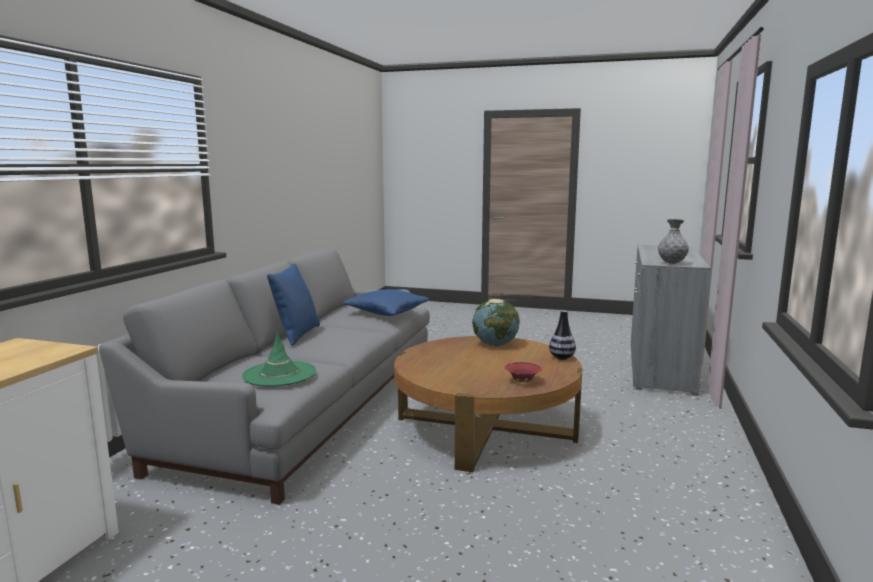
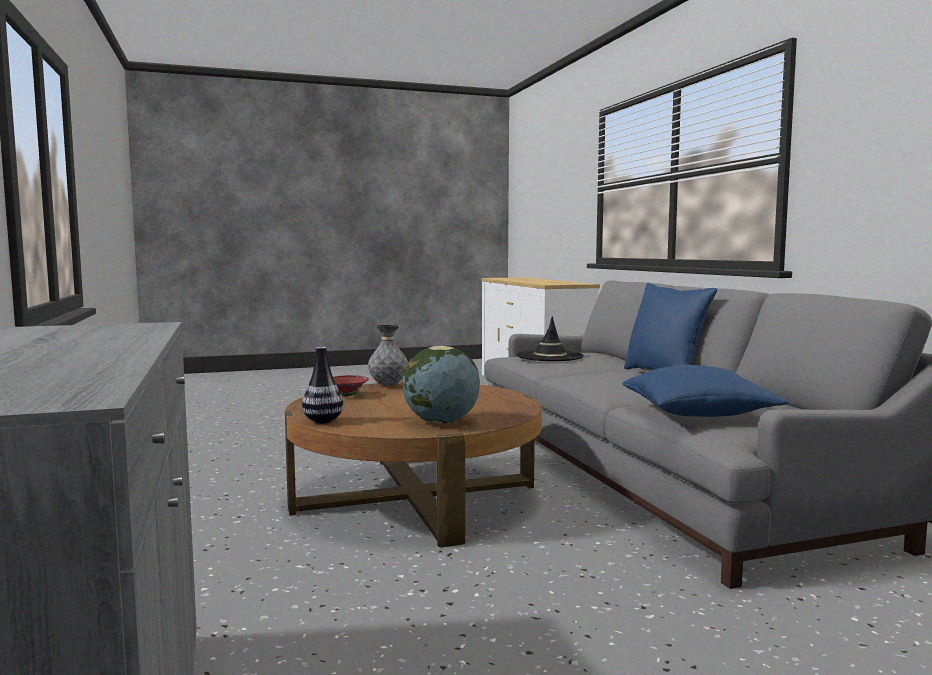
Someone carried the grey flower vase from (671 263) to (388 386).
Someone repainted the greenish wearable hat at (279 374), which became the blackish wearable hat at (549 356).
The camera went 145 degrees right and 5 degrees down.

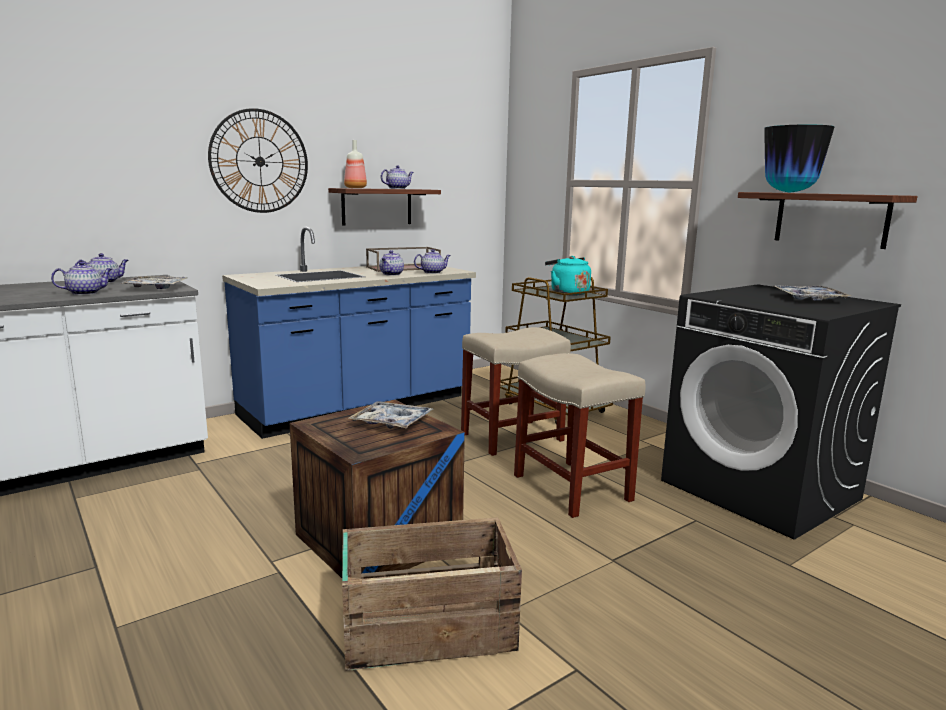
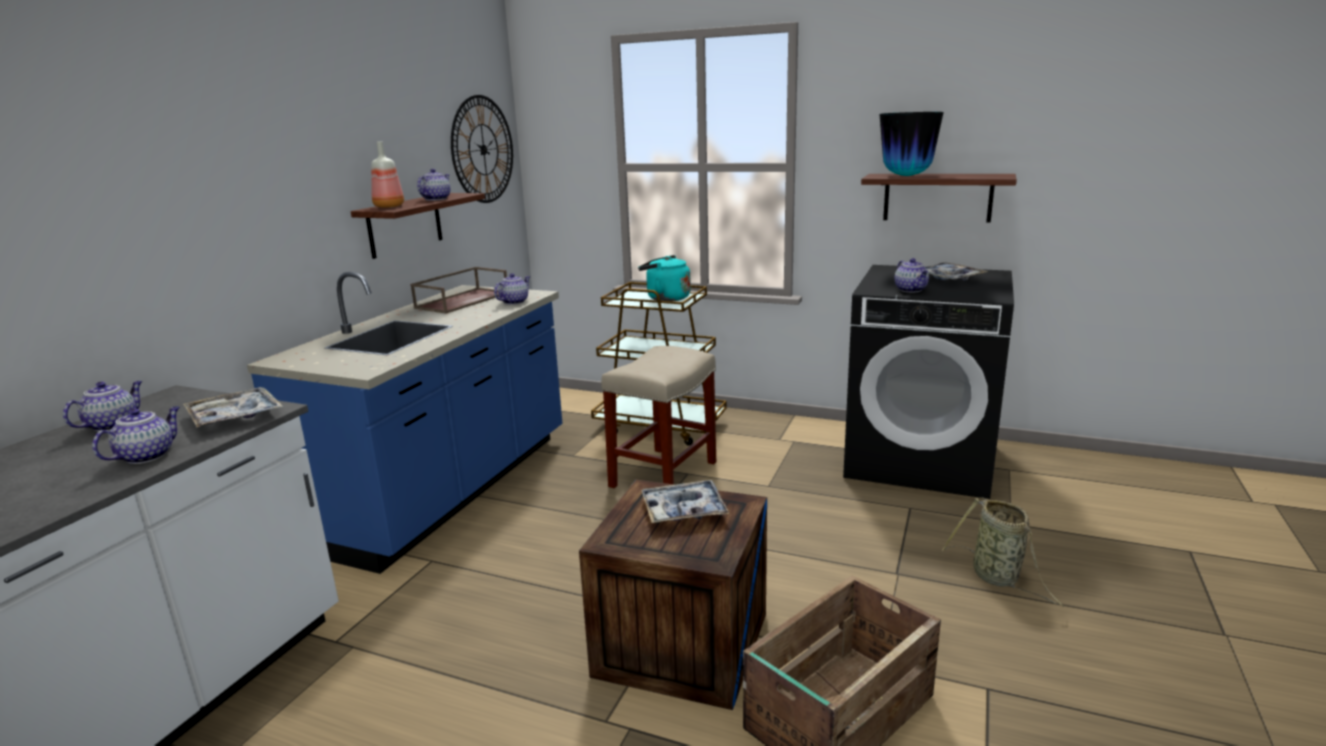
Someone took away the beige-coloured sitting stool at (573 488).
Someone put down the household basket at (998 578).
Someone carried the clock on the wall from (259 161) to (483 149).
Someone carried the tea pot from (391 274) to (911 290).
The camera went 30 degrees left and 5 degrees up.

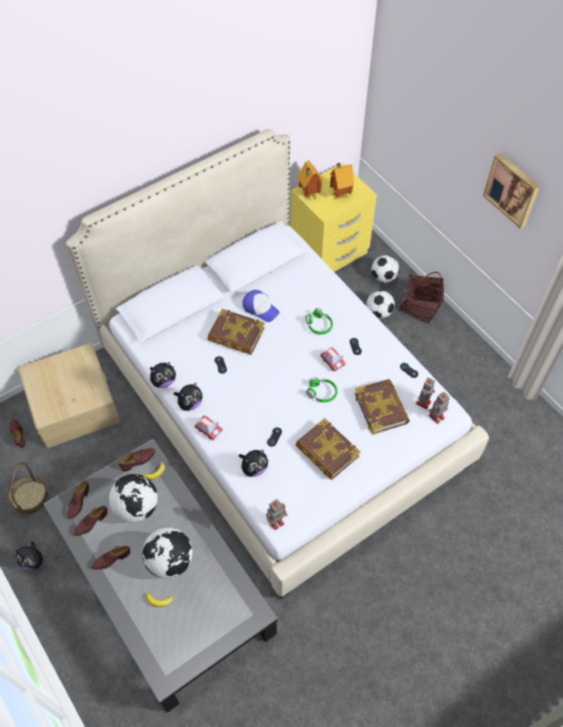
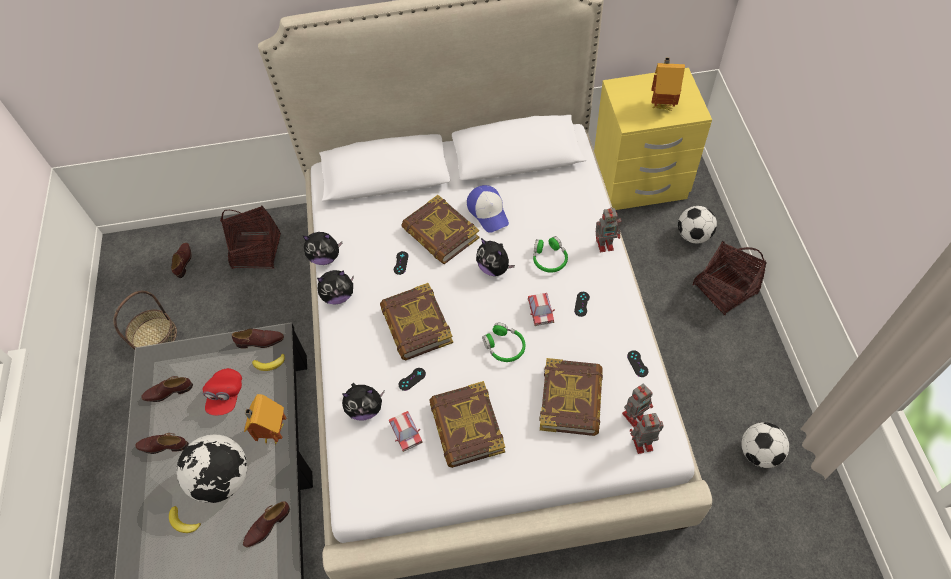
Someone took away the wall picture at (512 190).
Someone put down the bound book at (416 325).
Someone carried the cuddly toy from (33 561) to (494 268).
Someone carried the brown-coloured item of footwear from (78 502) to (267 526).
Someone carried the toy car from (208 430) to (406 433).
Someone carried the model robot from (276 521) to (606 244).
Someone carried the model house from (309 195) to (271 433).
Someone carried the football ball from (379 312) to (759 453).
Someone swapped the beige-coloured storage container at (73 404) for the household basket at (256 251).
Someone swapped the world globe at (137 507) for the reddish cap at (226 396).
The camera went 30 degrees right and 0 degrees up.

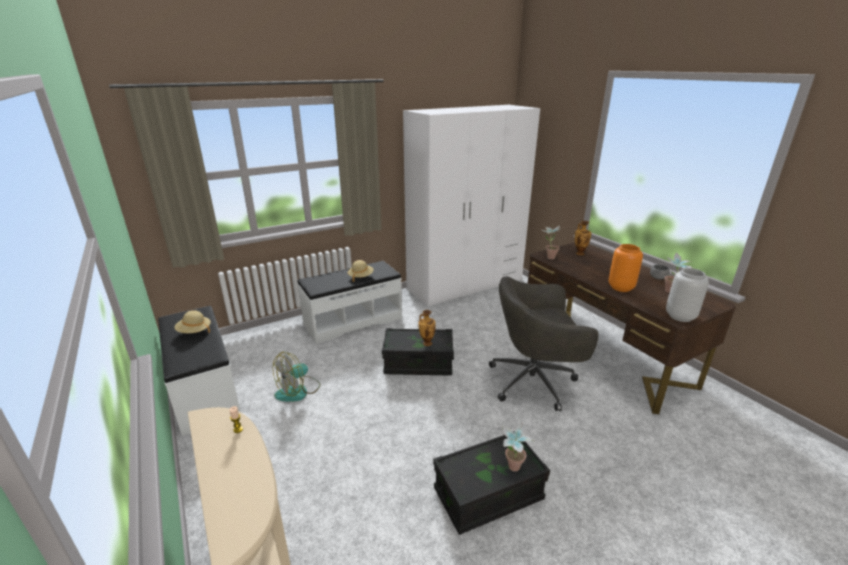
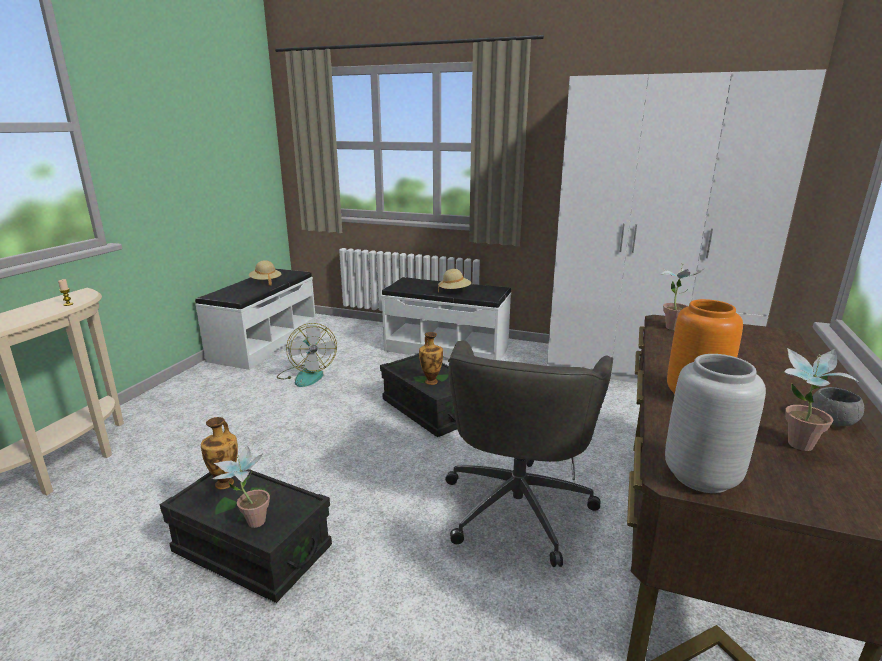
Someone carried the flower vase from (579 253) to (226 483).
Someone rotated the electric fan at (298 391) by 120 degrees counterclockwise.
Someone rotated the grey desk chair at (534 381) by 120 degrees counterclockwise.
The camera went 50 degrees right and 5 degrees down.

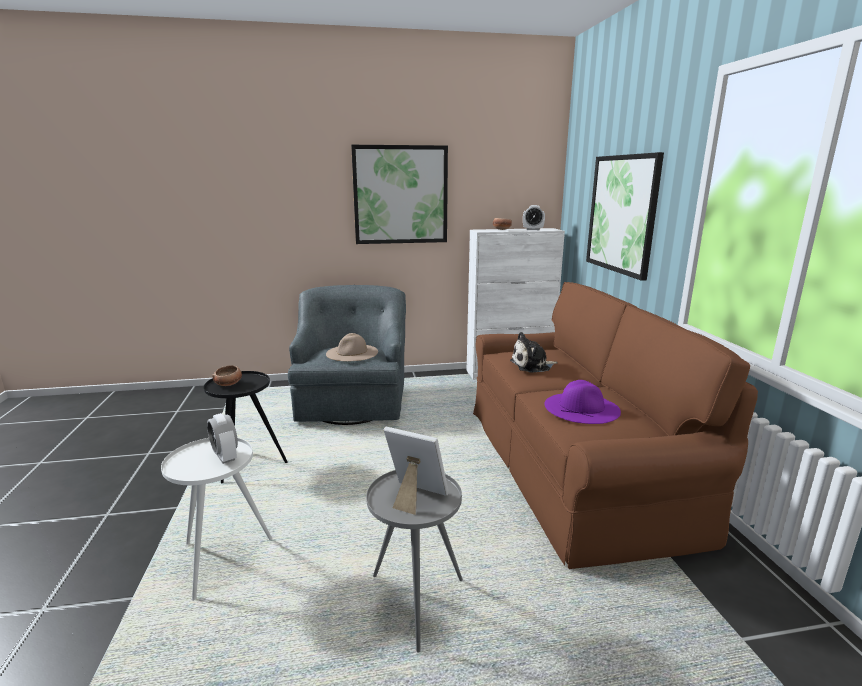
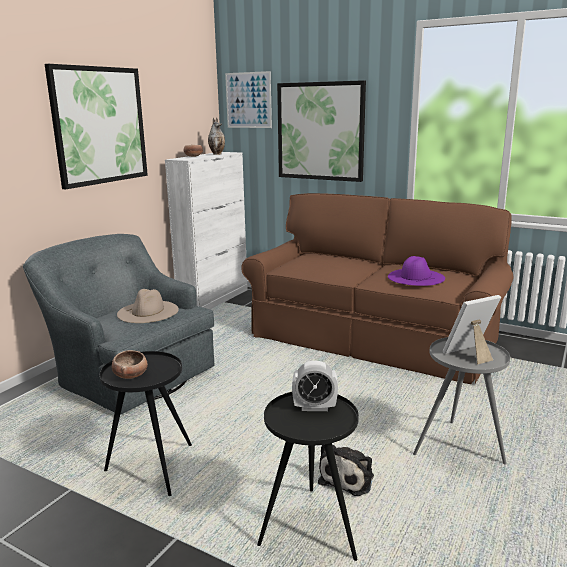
Someone put up the wall picture at (248 100).
Someone carried the cuddly toy from (532 366) to (348 477).
Someone swapped the table clock at (533 229) for the flower vase at (217 154).
Someone repainted the white-coloured end table at (224 559), which became the blackish end table at (311 526).
The camera went 50 degrees left and 0 degrees up.

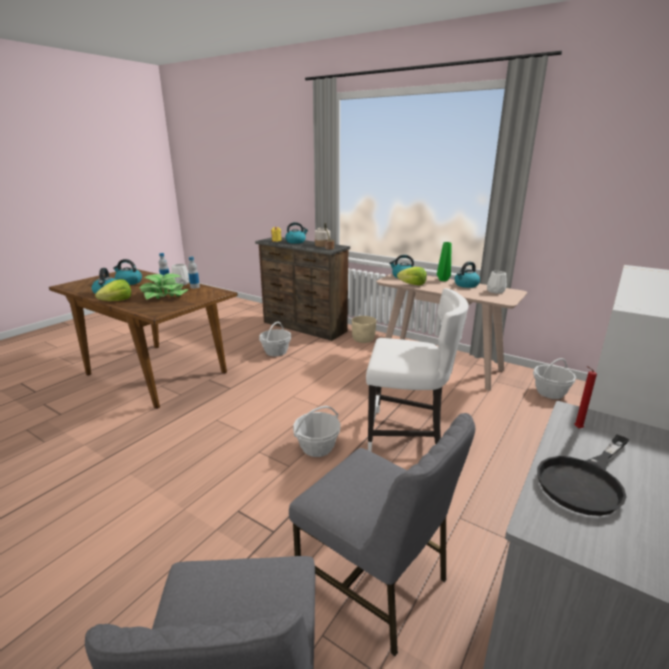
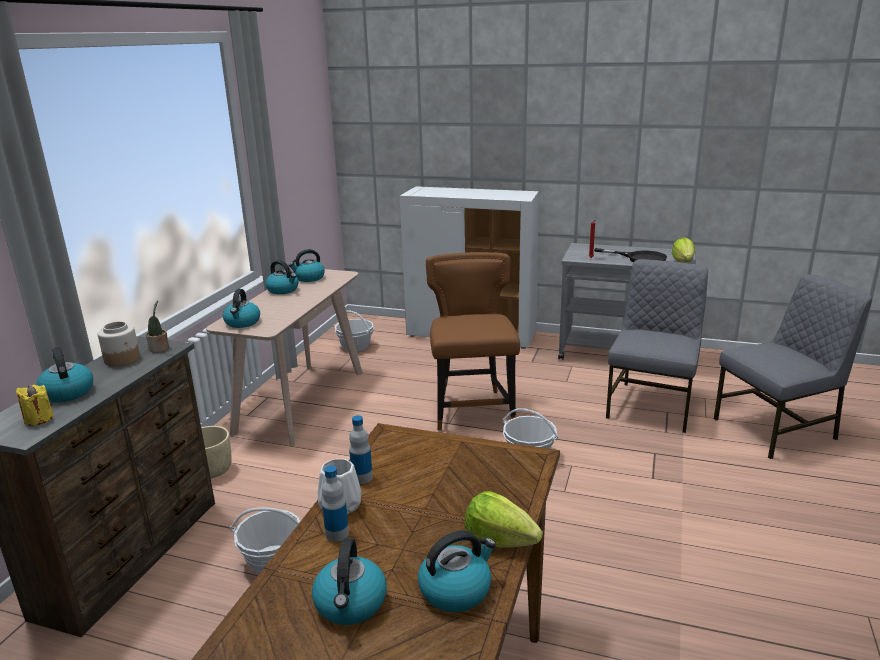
Someone took away the houseplant at (164 295).
Someone took away the greenish flower vase at (444 280).
Someone carried the head of lettuce from (412 284) to (683 262).
Someone swapped the white-coloured flower vase at (495 291) for the kettle at (309 278).
Someone repainted the white-coloured upright chair at (407 434), which became the brown-coloured upright chair at (473 409).
The camera went 105 degrees left and 0 degrees up.

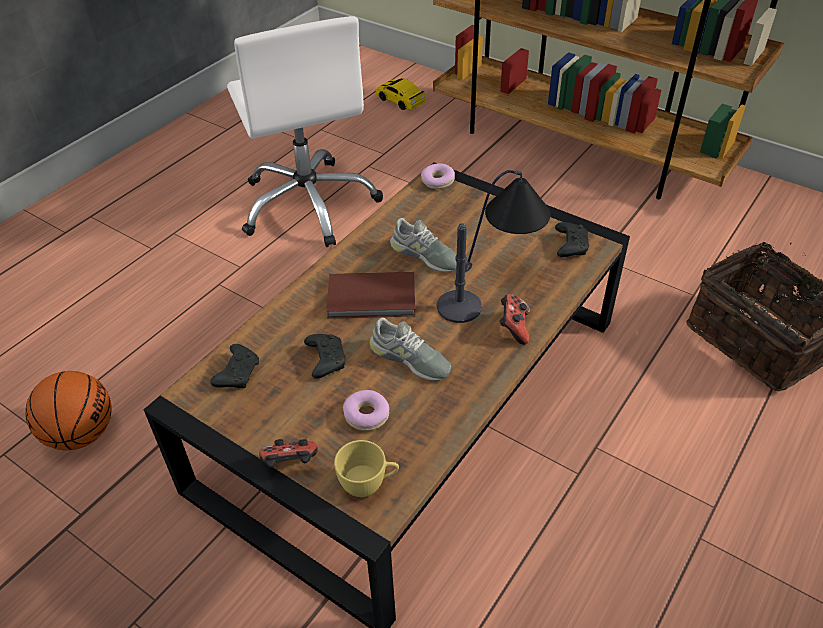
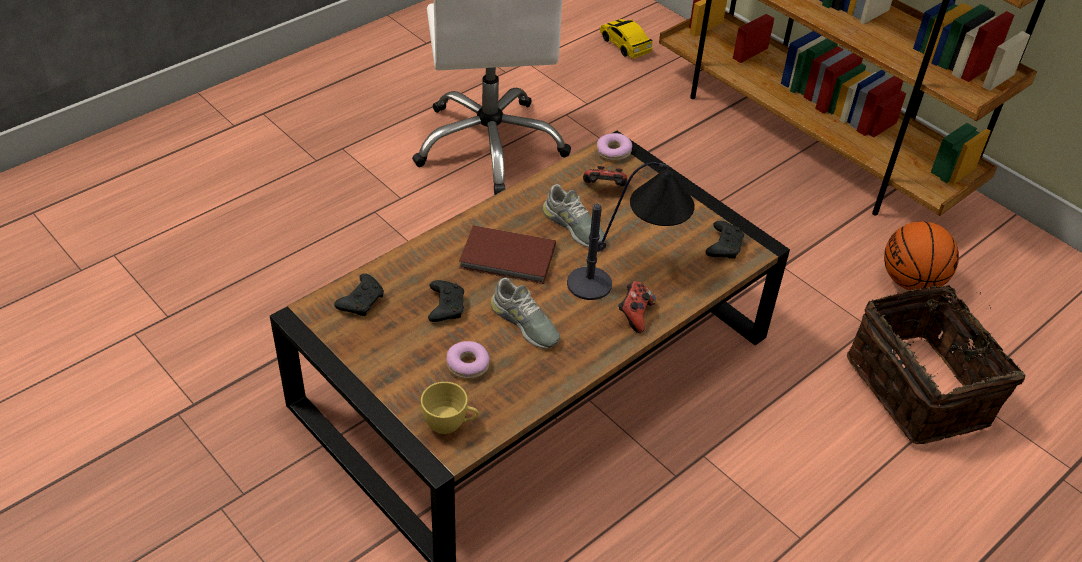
Someone carried the basketball from (81 434) to (911 281).
Someone carried the joypad from (290 464) to (604 189).
The camera went 10 degrees right and 0 degrees up.

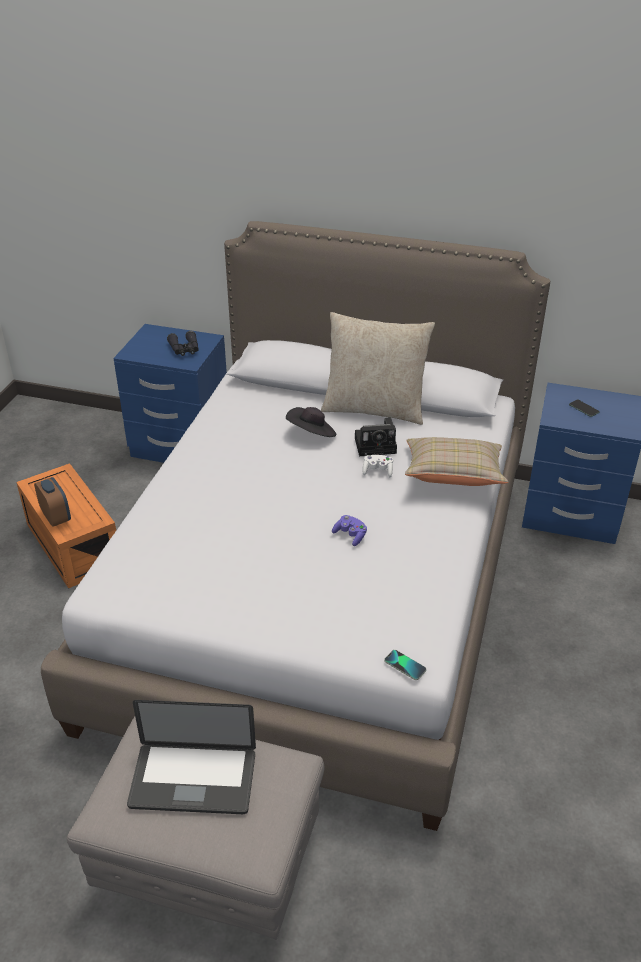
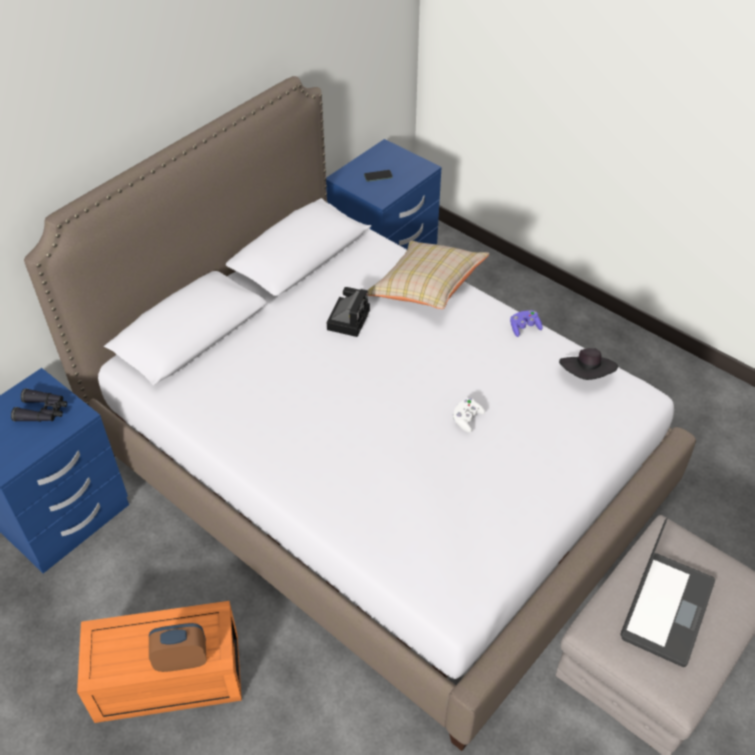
Someone took away the beige-coloured pillow at (374 409).
Someone took away the phone at (405 665).
Someone carried the blackish wearable hat from (312 434) to (586 375).
Someone carried the purplish joypad from (350 535) to (524 328).
Someone carried the white-coloured joypad from (377 471) to (467 419).
The camera went 65 degrees left and 10 degrees up.

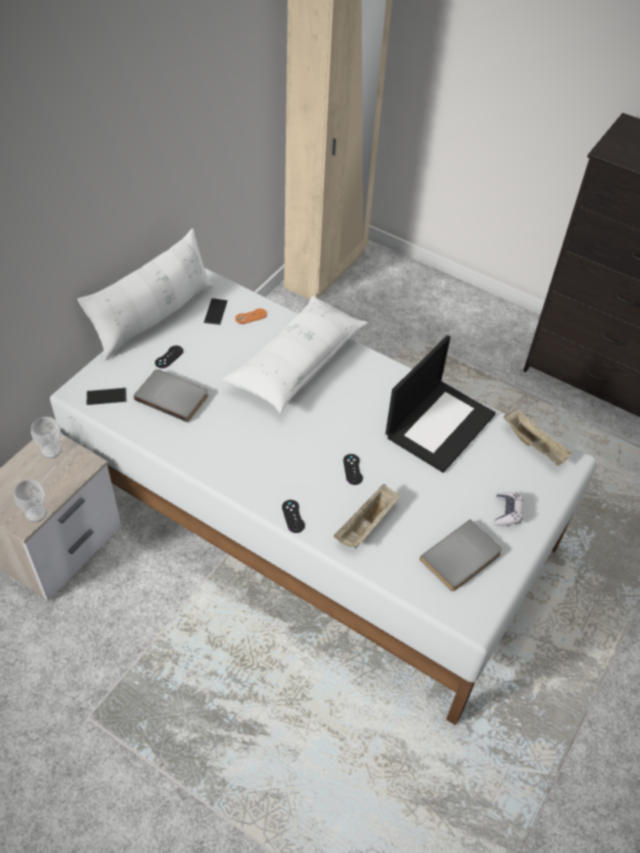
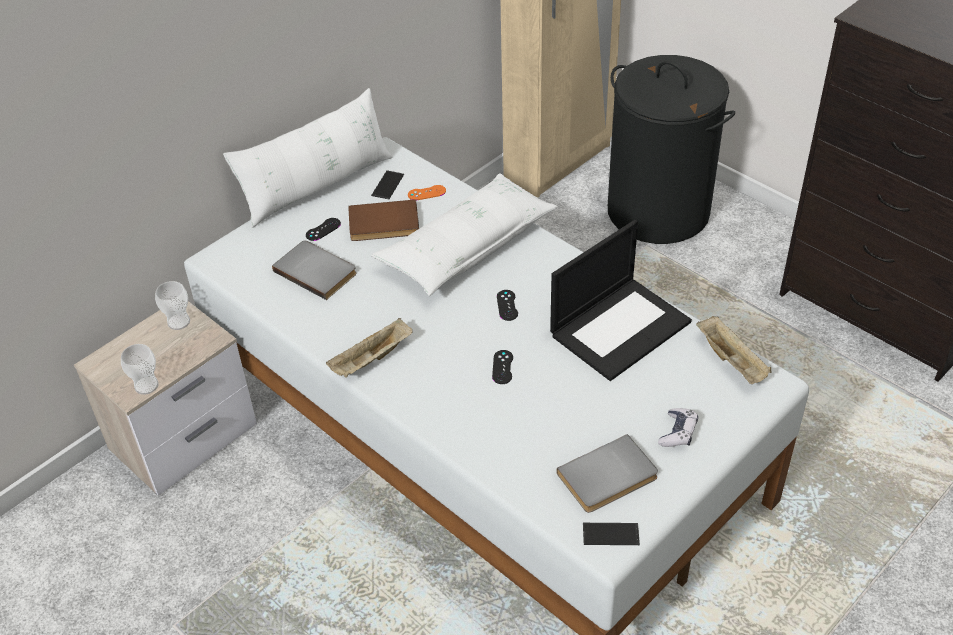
Someone put down the brown-coloured bound book at (384 224).
Someone put down the blackish hamper at (658 211).
Someone carried the phone from (106 396) to (610 534).
Someone carried the blackish joypad from (293 516) to (507 305).
Someone carried the beige-coloured tray from (366 525) to (371 360).
The camera went 15 degrees right and 5 degrees down.

